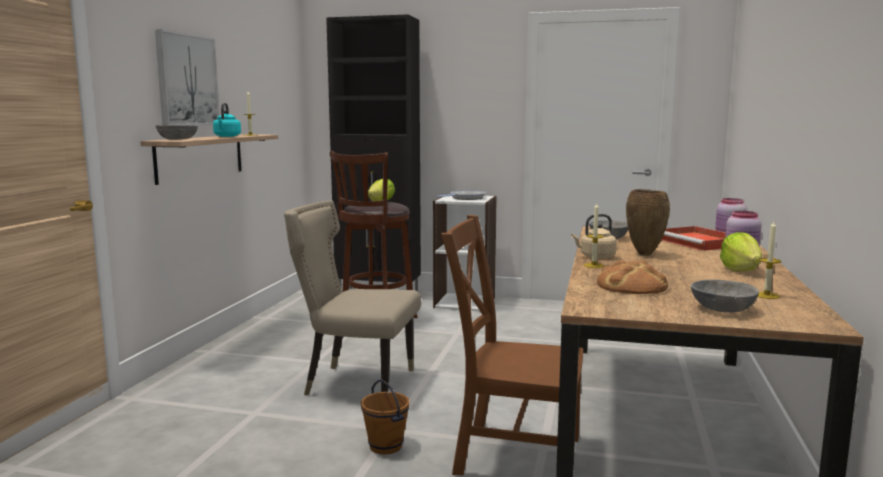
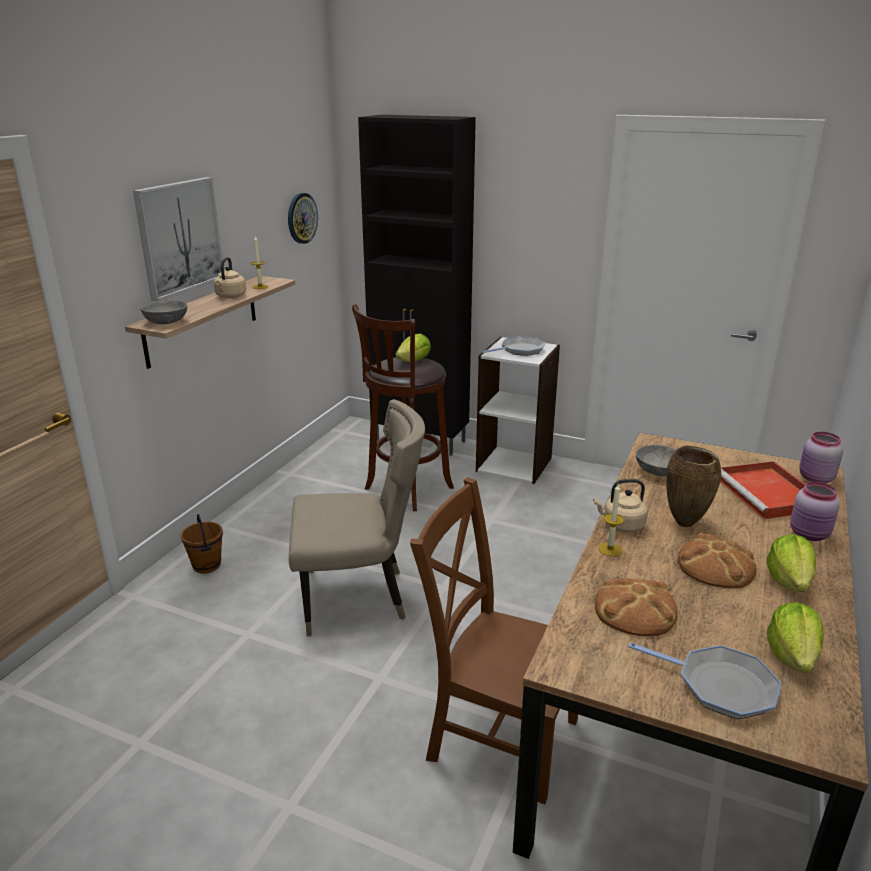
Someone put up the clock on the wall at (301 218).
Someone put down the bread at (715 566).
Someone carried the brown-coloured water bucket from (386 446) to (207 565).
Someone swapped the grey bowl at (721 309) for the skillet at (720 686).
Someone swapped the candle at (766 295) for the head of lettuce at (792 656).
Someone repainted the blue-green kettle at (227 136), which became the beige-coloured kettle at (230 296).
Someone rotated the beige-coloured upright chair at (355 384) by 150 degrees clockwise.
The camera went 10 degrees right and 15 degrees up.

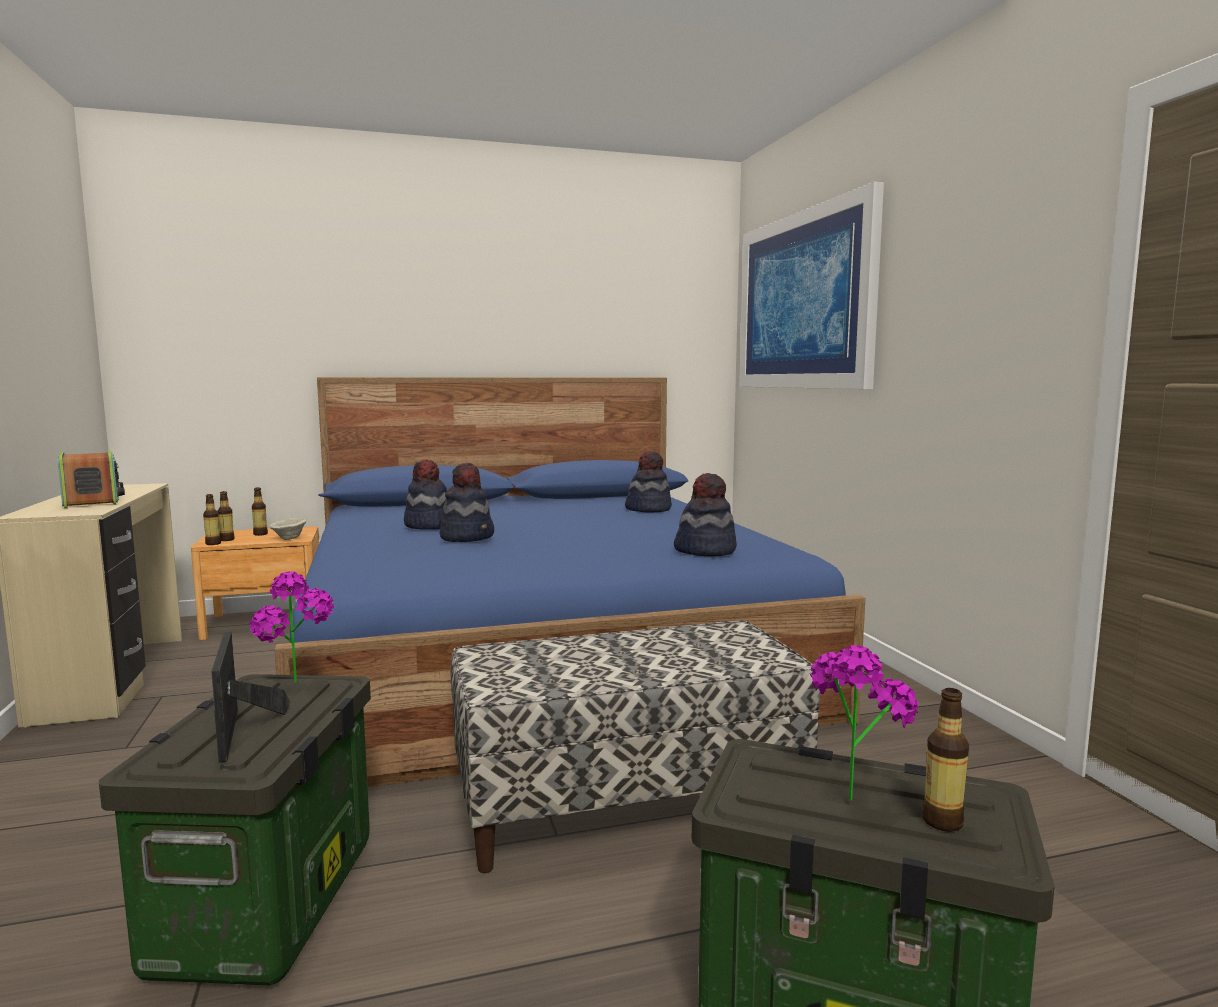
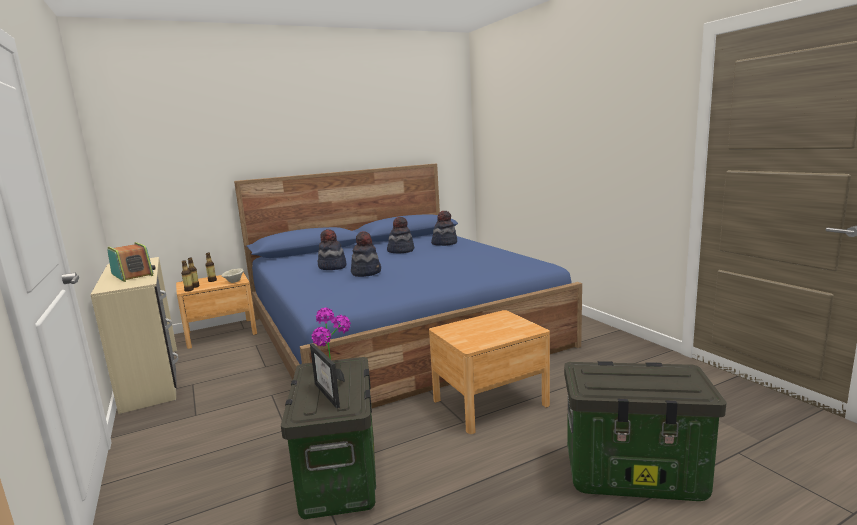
Someone took away the wall picture at (803 301).
Someone took away the houseplant at (853 790).
Someone took away the bottle at (942 821).
Someone carried the wearable hat from (705 550) to (401 251).
Someone swapped the long seat at (628 805) for the brown-coloured bedside table at (490 402).
The camera went 10 degrees left and 5 degrees up.

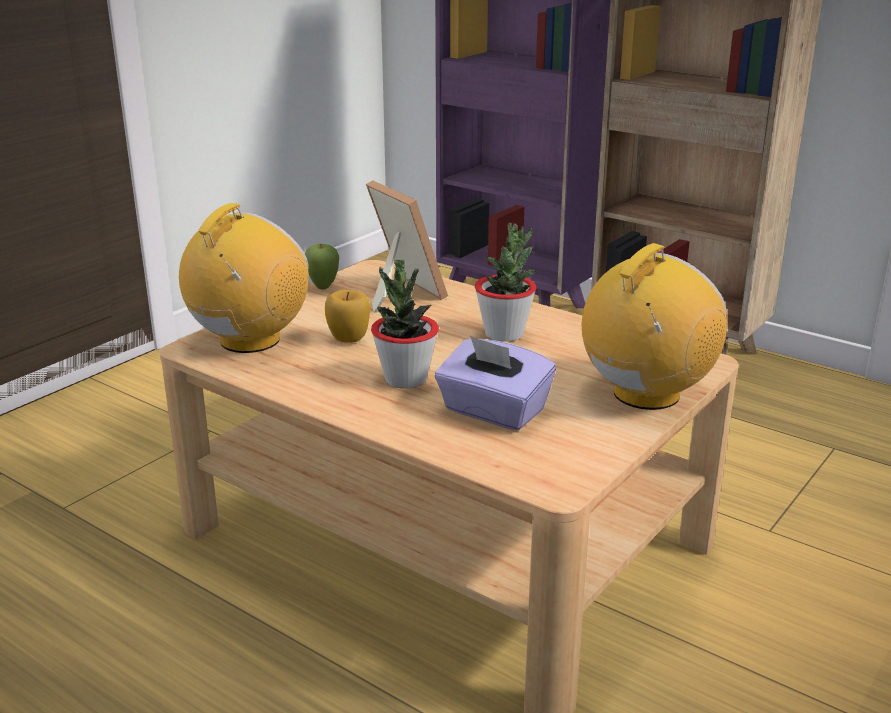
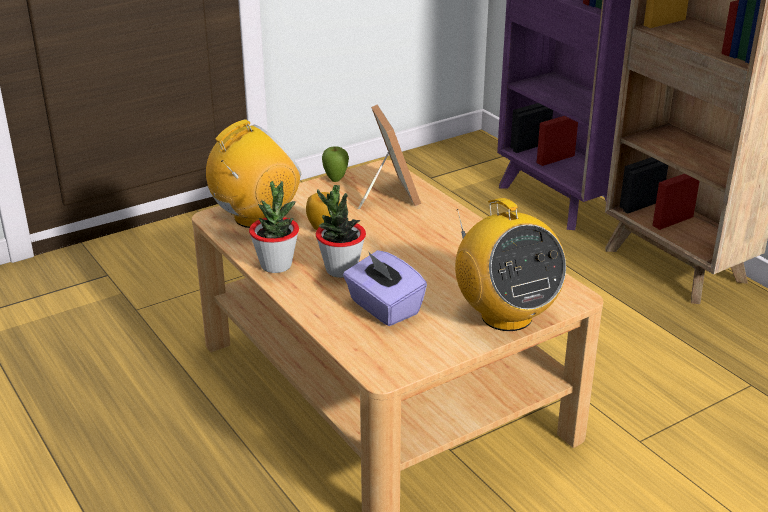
Someone carried the houseplant from (504 334) to (276 265).
Someone rotated the radio receiver at (646 394) by 90 degrees clockwise.
The camera went 20 degrees right and 5 degrees up.

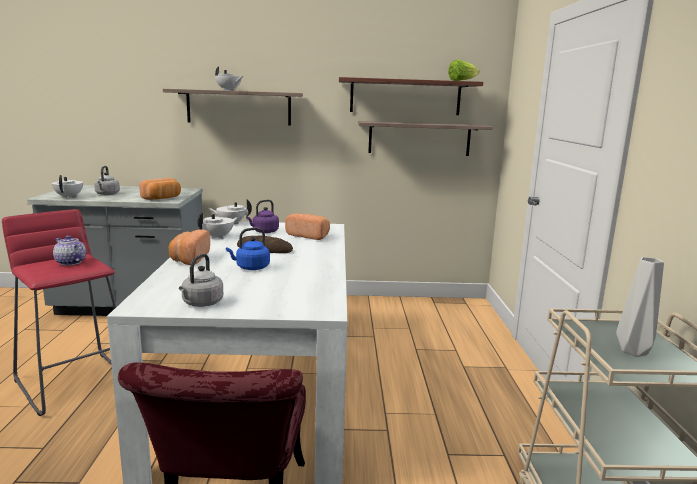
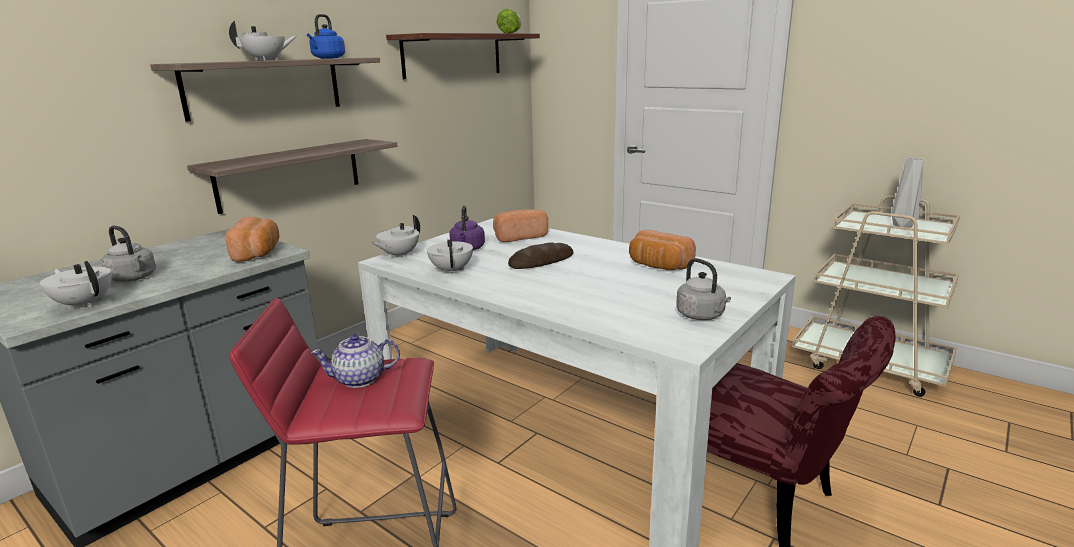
Someone carried the bread from (189 259) to (658 266).
Someone carried the blue kettle from (251 268) to (327 58).
Someone carried the wall shelf from (419 138) to (290 174).
The camera went 50 degrees left and 5 degrees up.

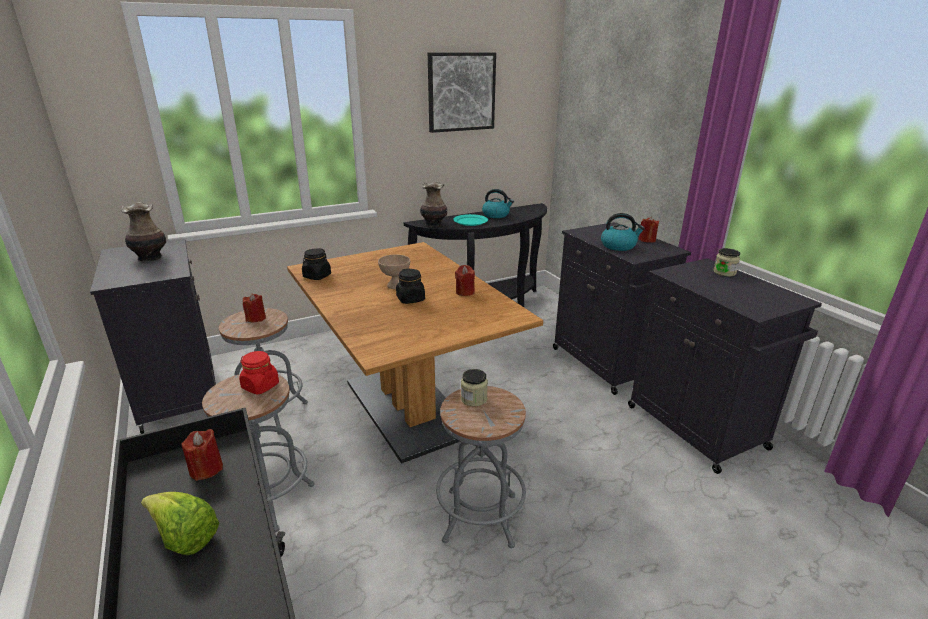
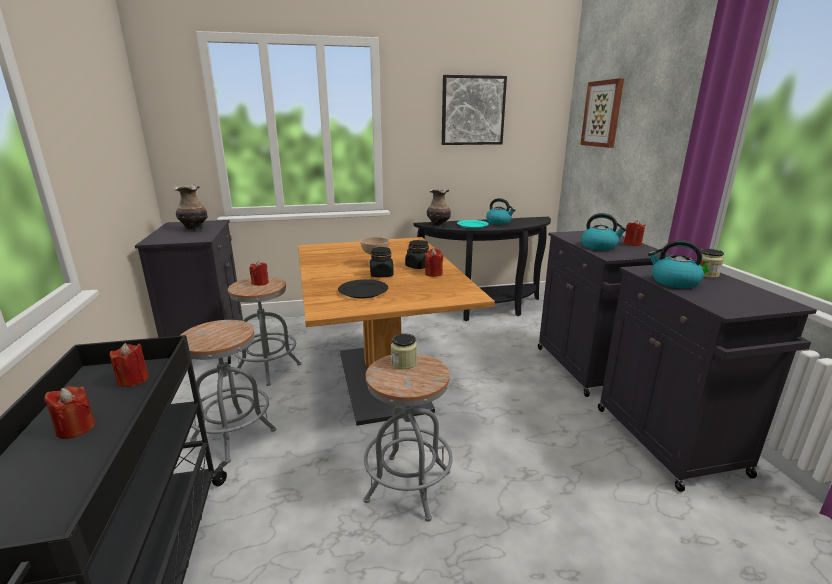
Someone took away the reddish preserve jar at (260 386).
Someone put down the blackish plate at (363 291).
Someone put up the wall picture at (602 114).
Someone put down the kettle at (673 282).
Someone carried the blackish preserve jar from (317 276) to (418 266).
Someone swapped the head of lettuce at (184 537) for the reddish candle at (76 428).
The camera went 15 degrees right and 5 degrees down.

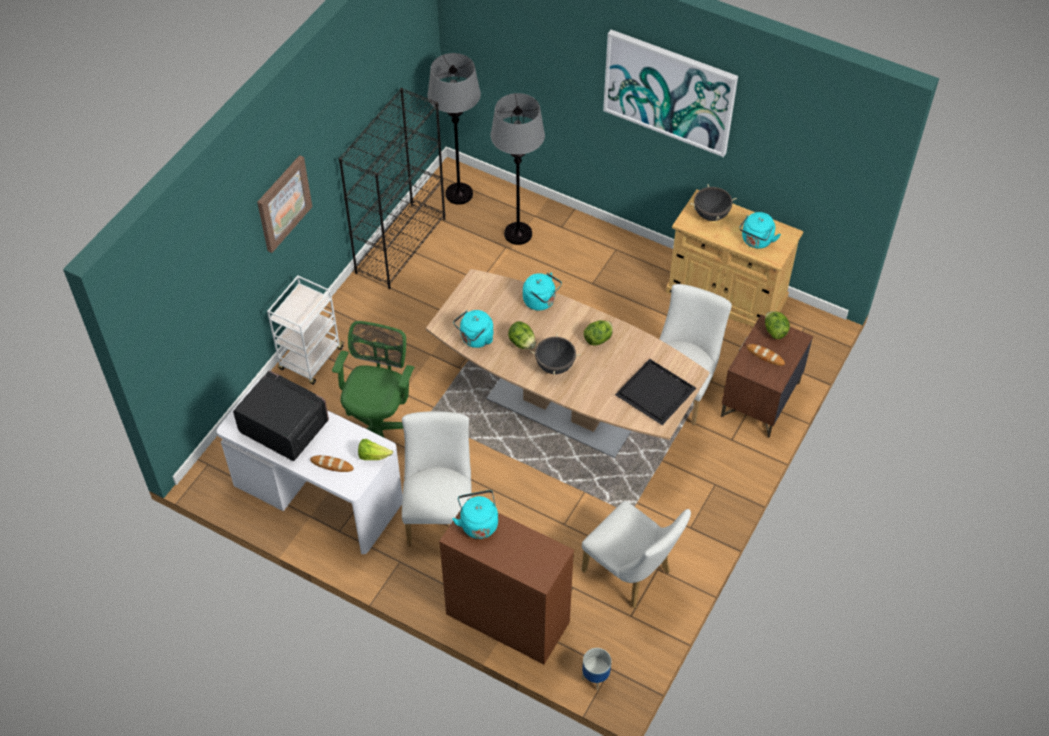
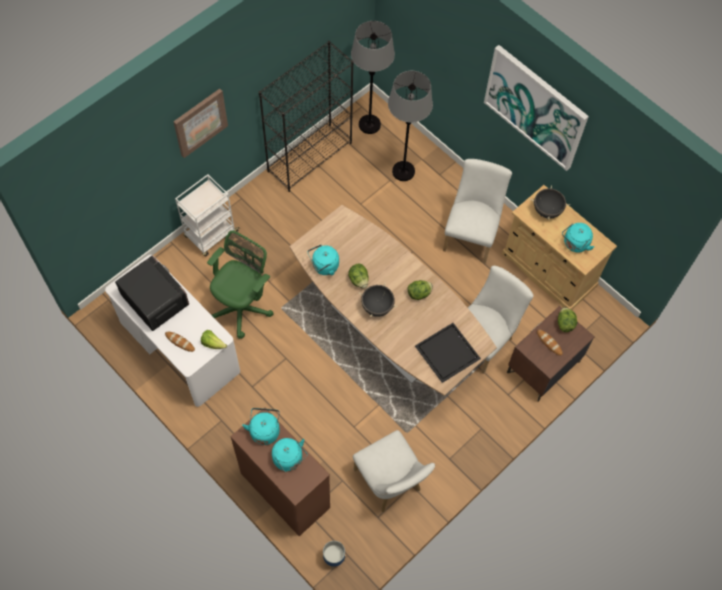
Someone carried the white-coloured upright chair from (440 513) to (471 233).
Someone carried the blue-green kettle from (541 301) to (289 459).
The camera went 15 degrees right and 10 degrees up.

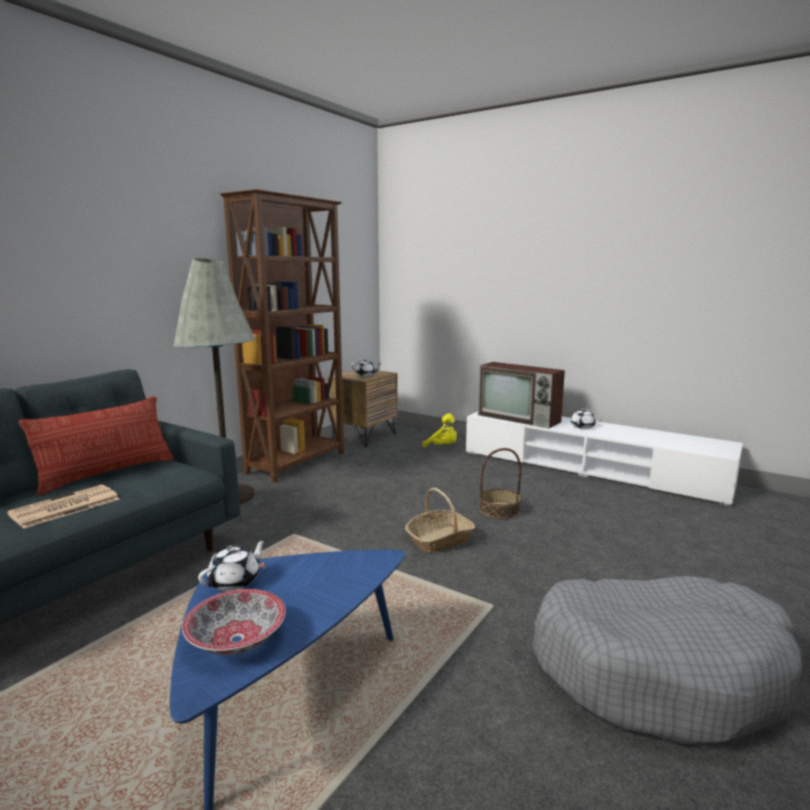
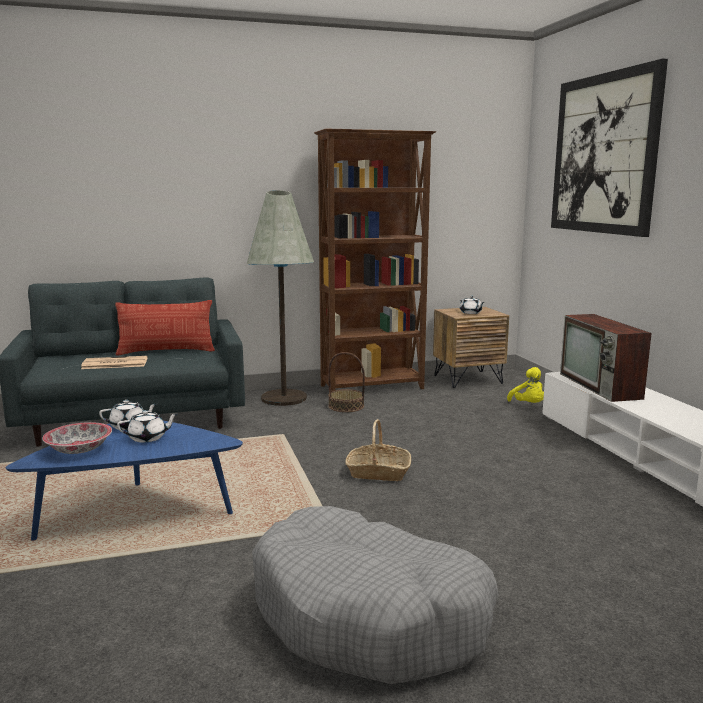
Someone put up the wall picture at (604 154).
Someone carried the household basket from (499 510) to (346 406).
Someone carried the white-coloured tea pot from (582 426) to (148 438).
The camera went 40 degrees right and 0 degrees up.

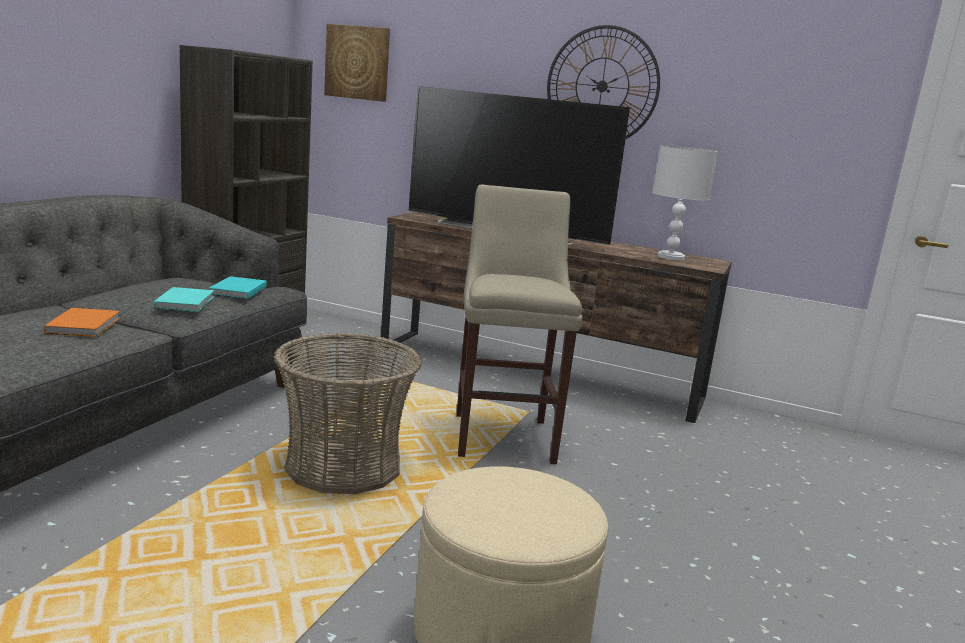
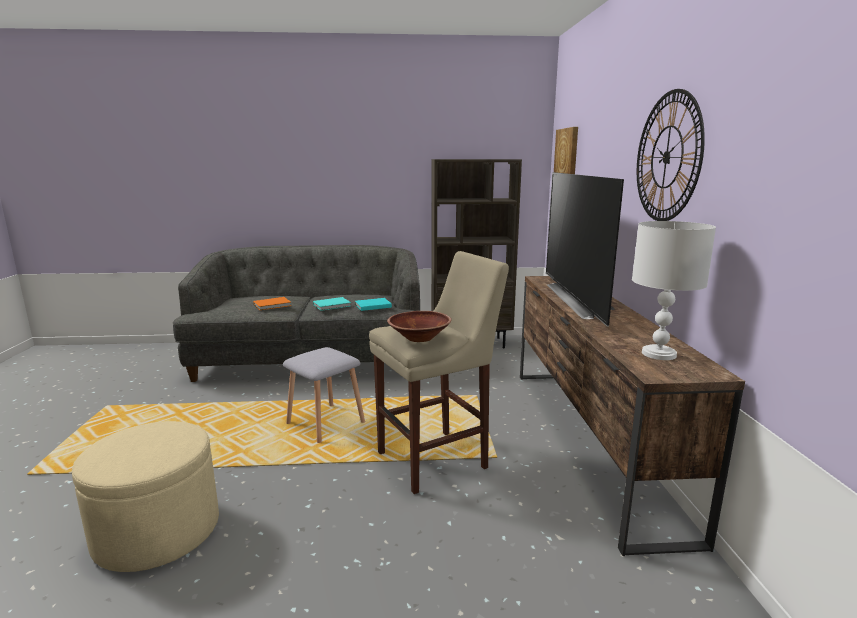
Someone put down the brown-coloured bowl at (419 338).
Someone swapped the household basket at (343 467) for the grey sitting stool at (325 424).
The camera went 65 degrees right and 0 degrees up.

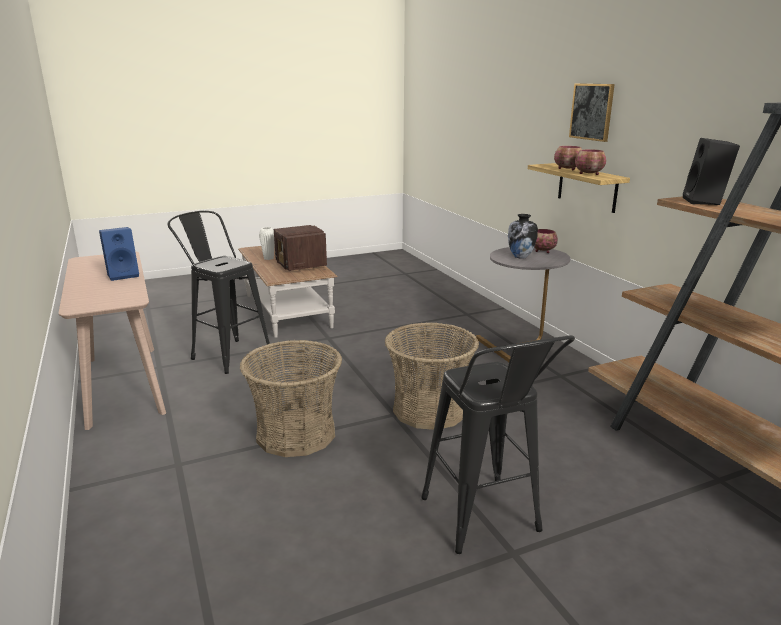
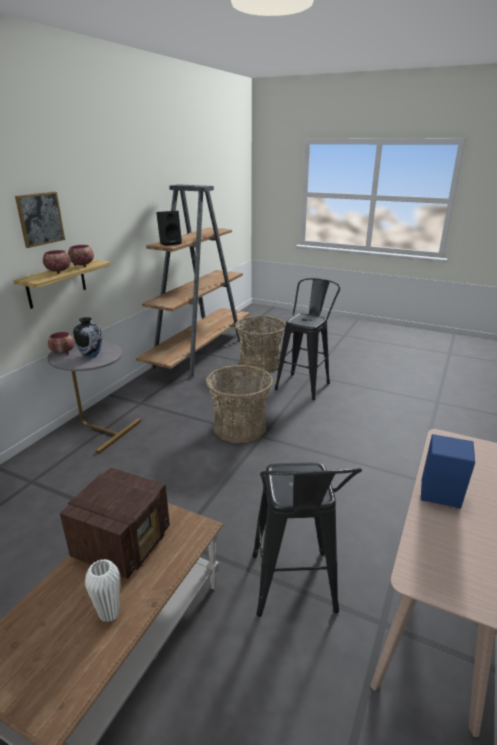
Someone carried the household basket from (296 434) to (260 364).
The camera went 130 degrees left and 5 degrees up.

